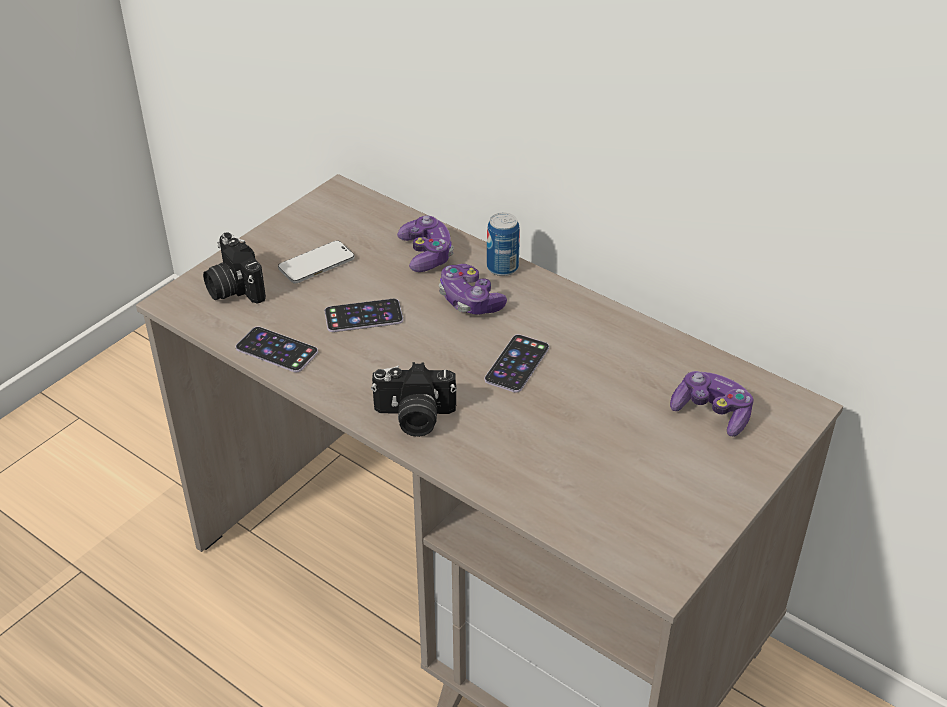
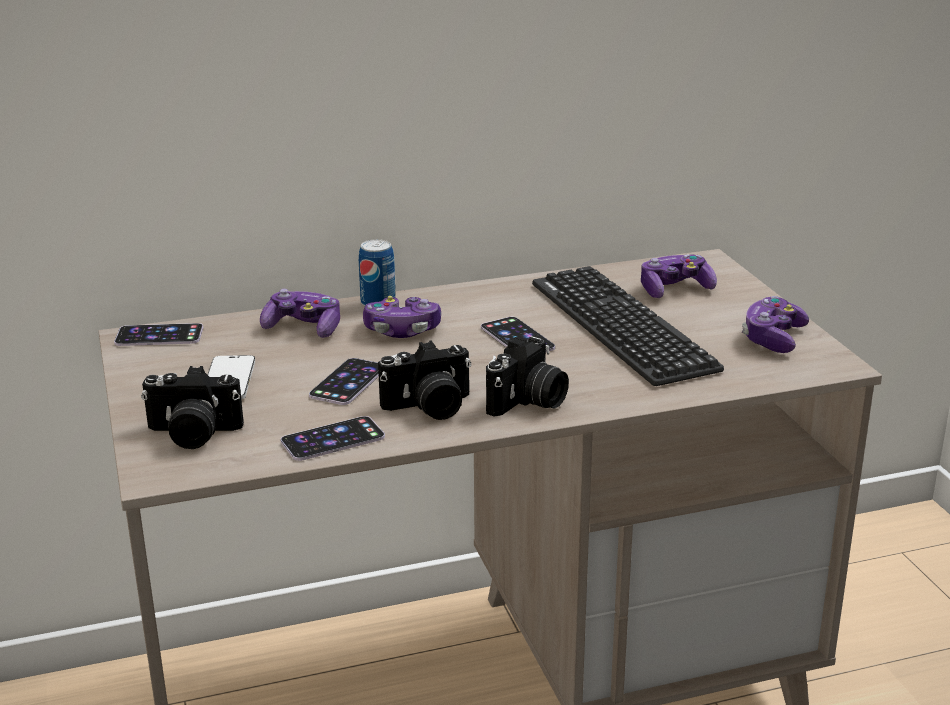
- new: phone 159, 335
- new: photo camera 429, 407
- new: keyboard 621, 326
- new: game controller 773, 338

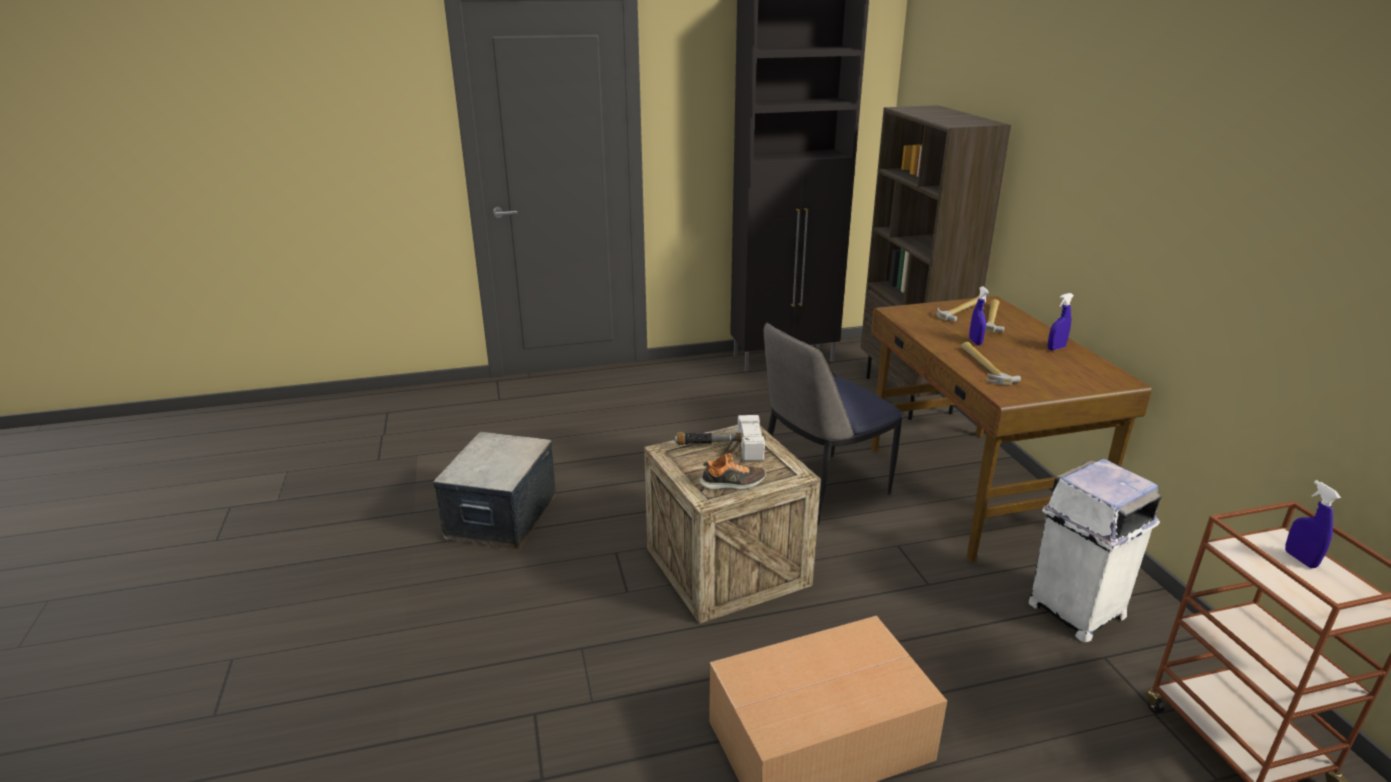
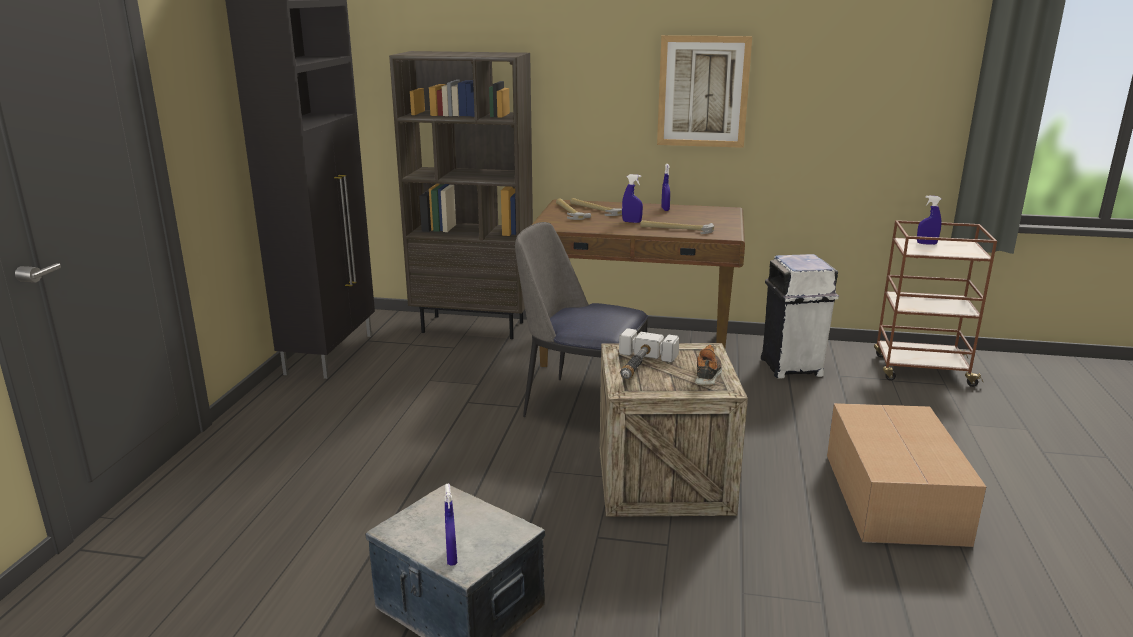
- new: spray bottle/blue 451, 557
- rotated: chair 820, 489 = 580, 405 120 degrees clockwise
- new: picture 703, 92

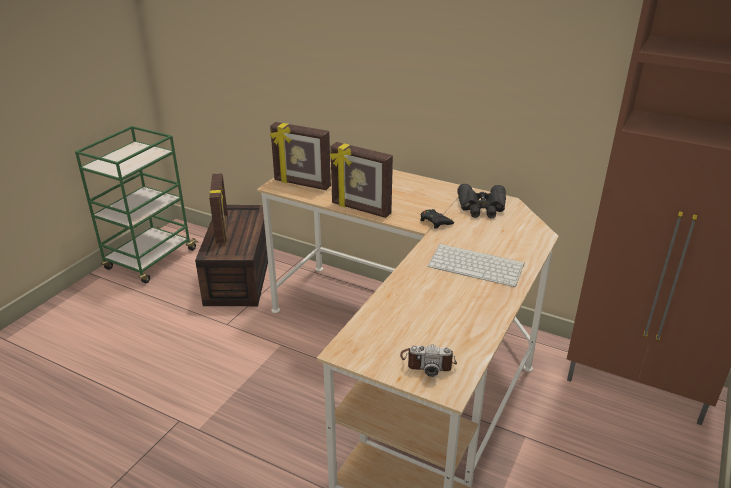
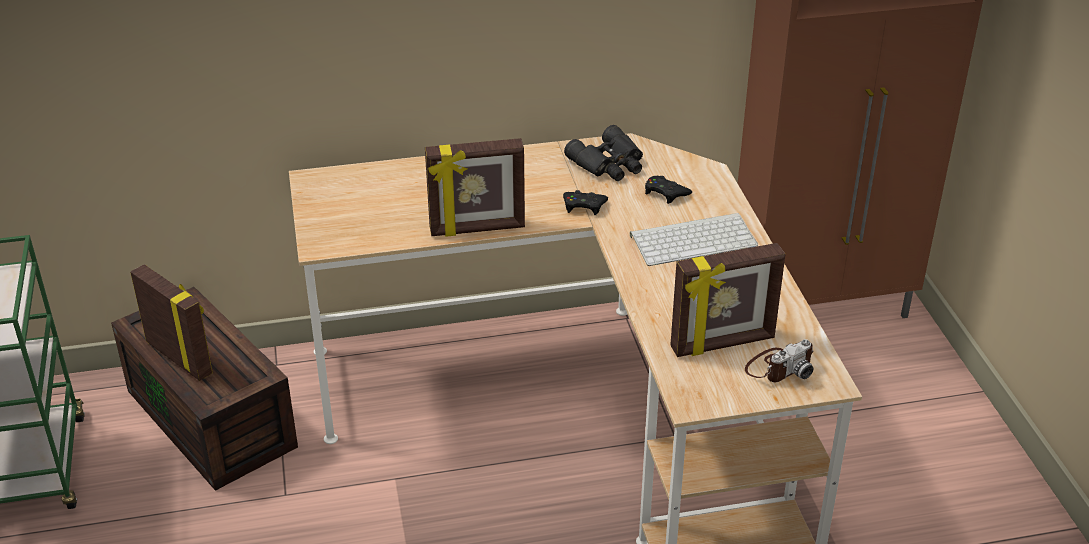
- new: game controller/black 665, 193
- shifted: picture frame 302, 184 to 723, 344

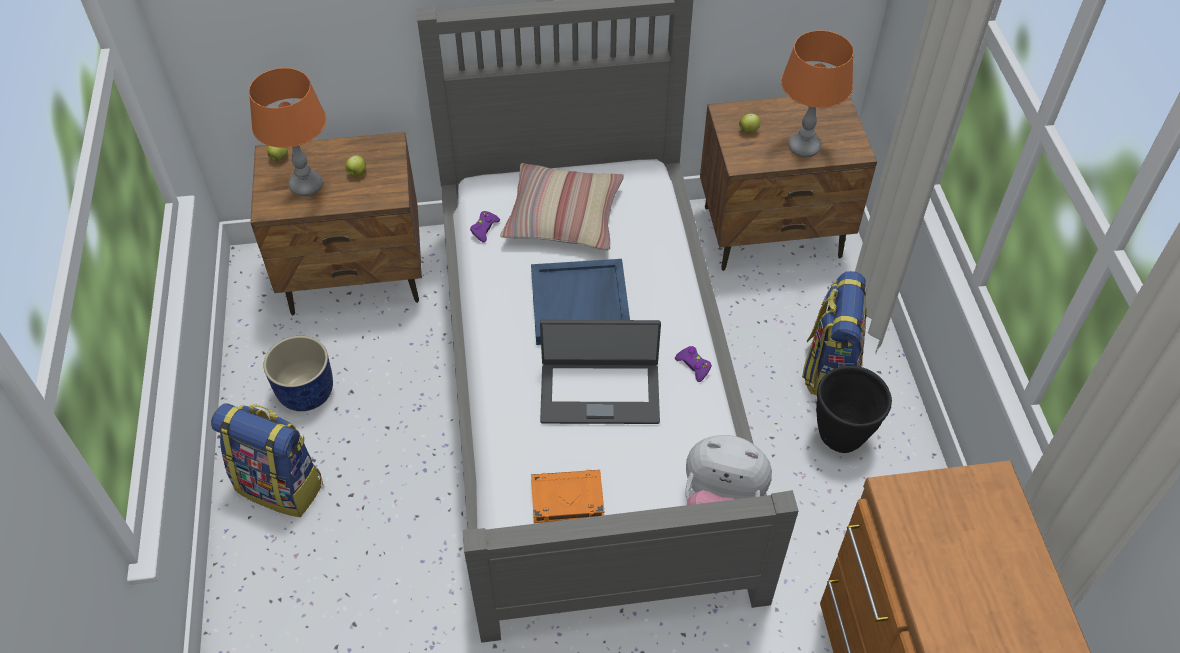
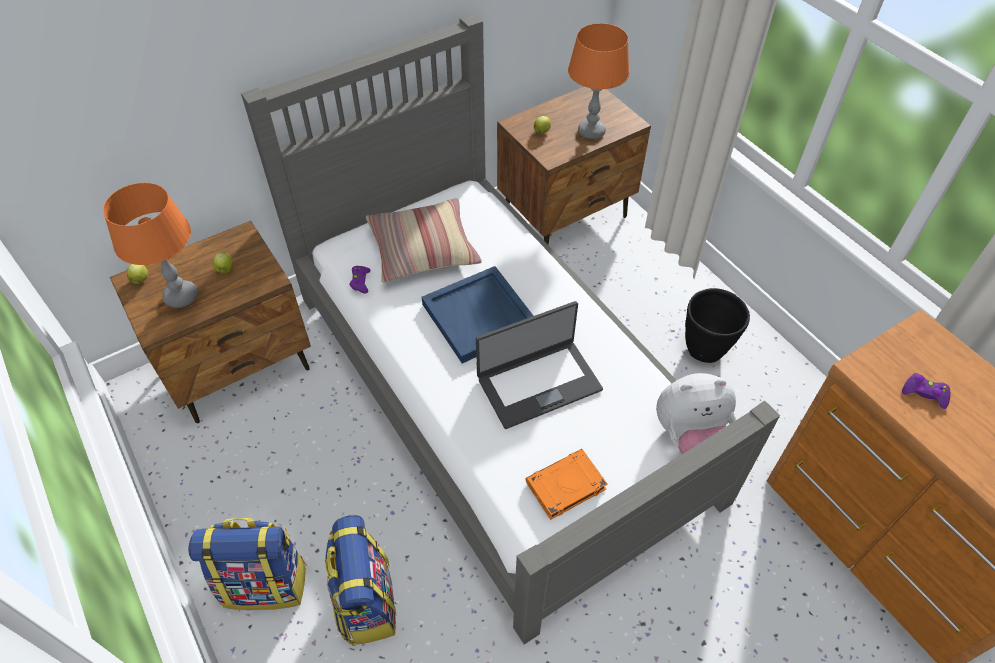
- shifted: backpack 830, 368 to 365, 601
- shifted: game controller/purple 693, 366 to 924, 393
- gone: planter/blue 306, 393

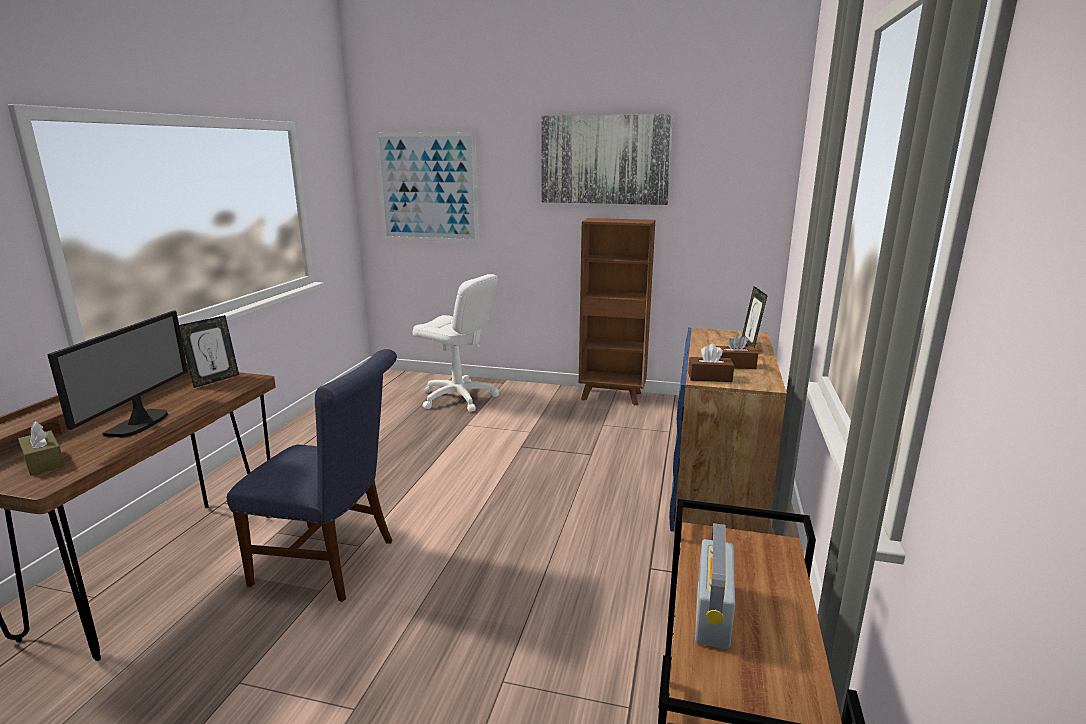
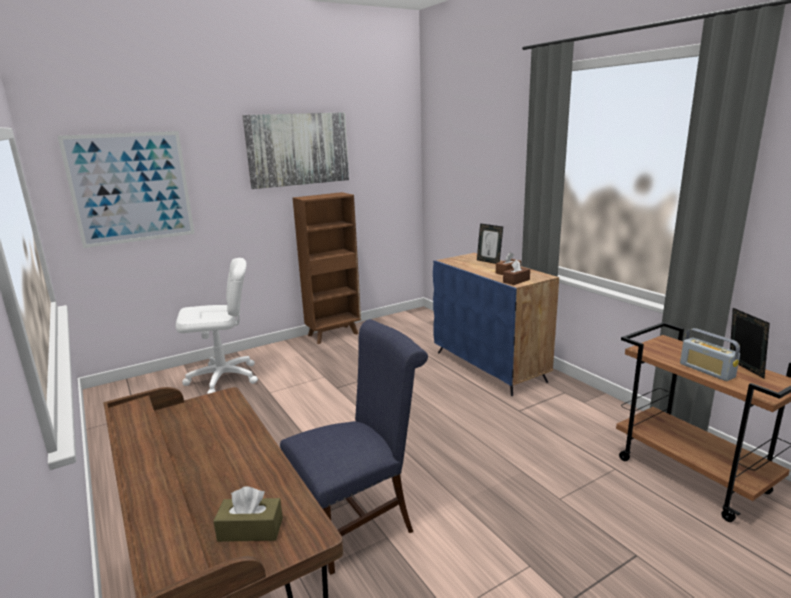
- shifted: picture frame 215, 380 to 742, 369
- gone: monitor 140, 424

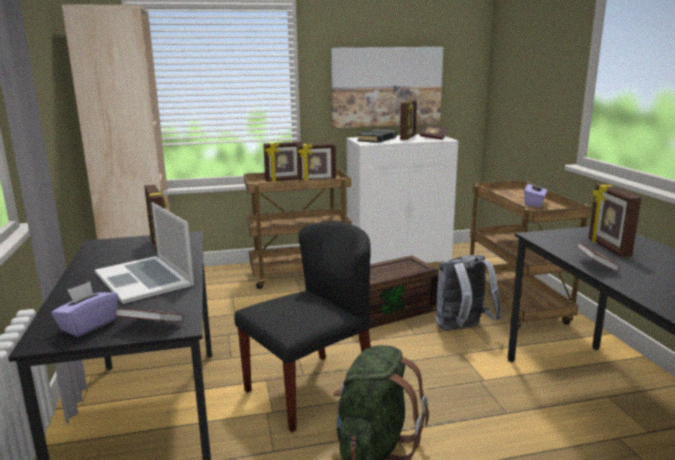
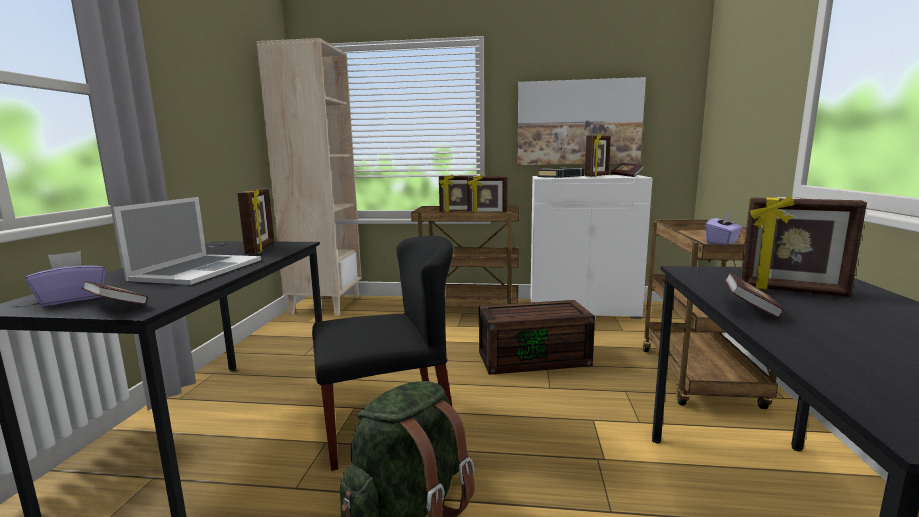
- rotated: laptop 144, 278 = 197, 269 150 degrees counterclockwise
- rotated: picture frame 607, 248 = 791, 291 75 degrees counterclockwise
- gone: backpack/grey 462, 329

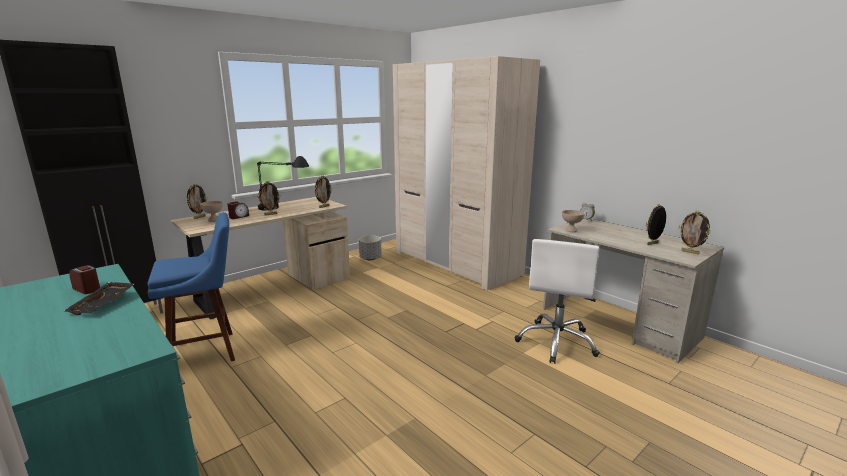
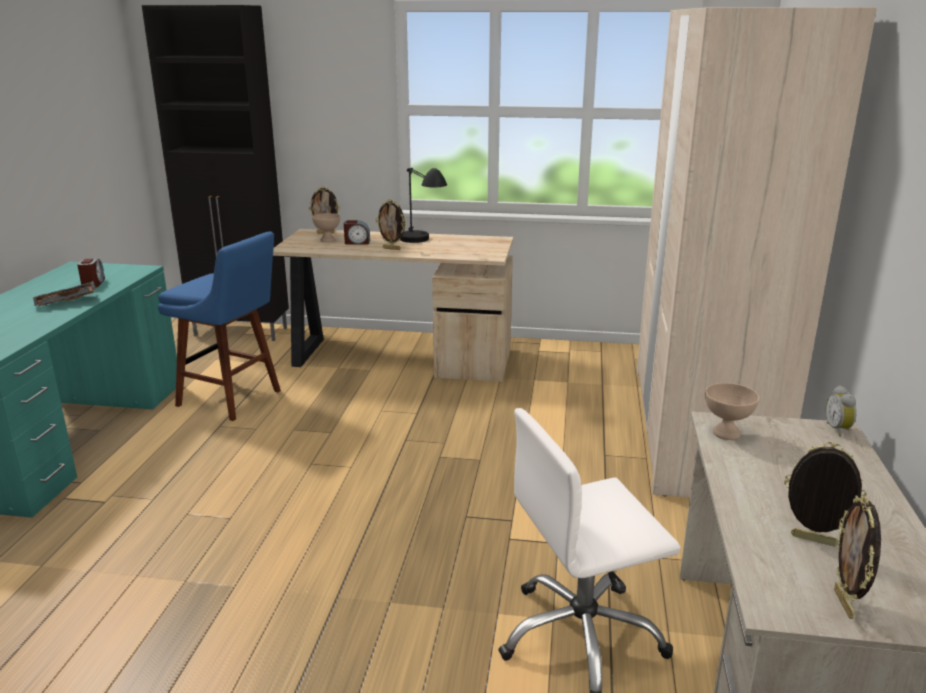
- gone: picture frame 324, 206
- gone: planter/grey 370, 258

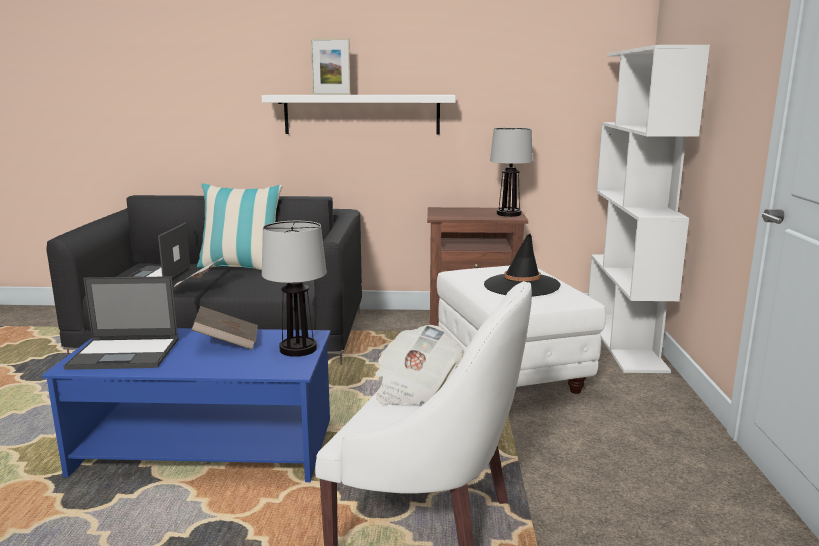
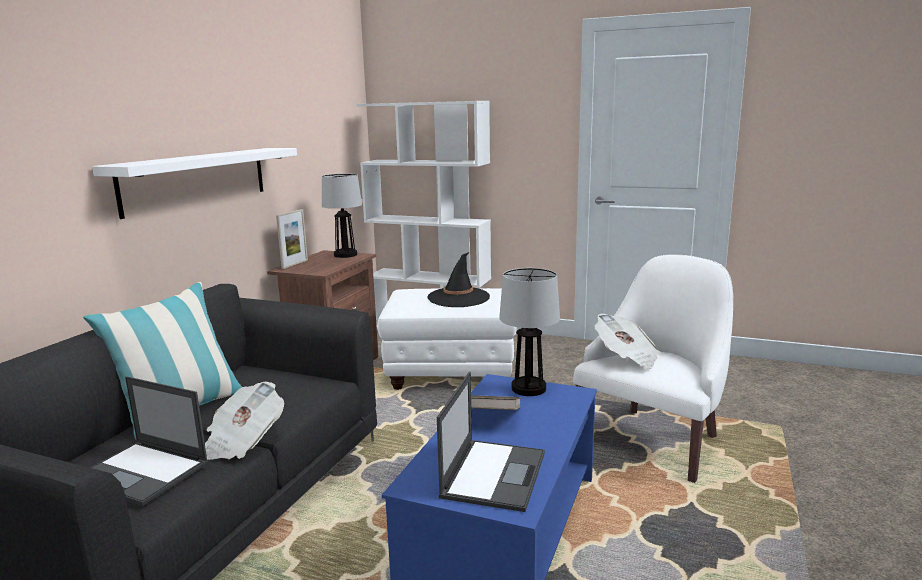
- shifted: picture frame 331, 94 to 295, 264

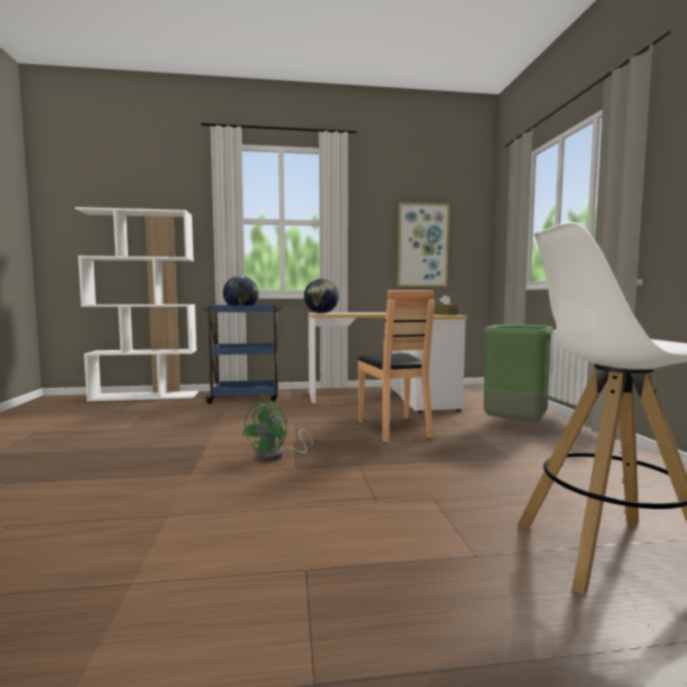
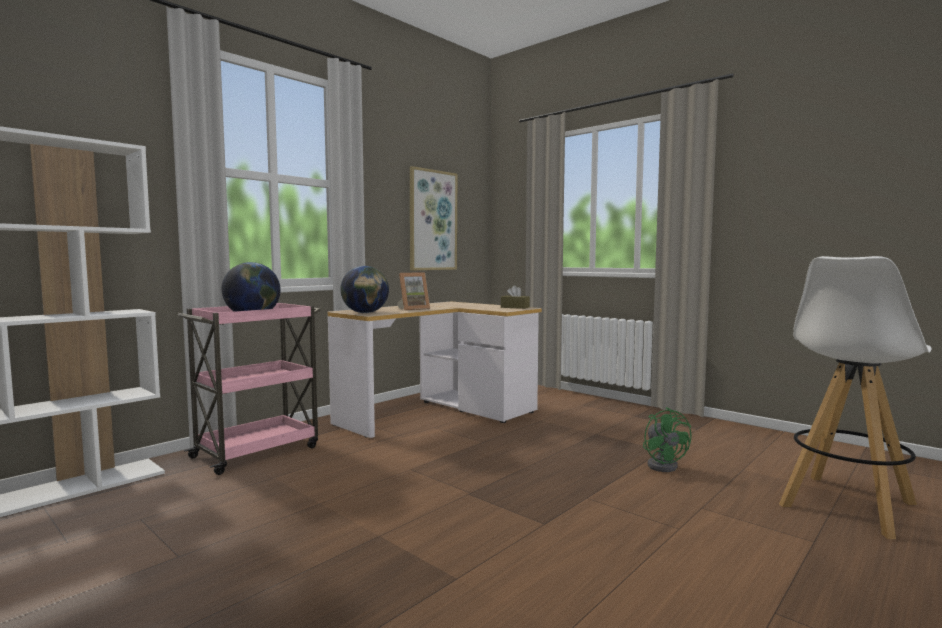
- repainted: cart/blue 246, 398 to cart/pink 258, 451
- new: picture frame 413, 309
- shifted: fan/green 276, 456 to 664, 465
- gone: chair/brown 394, 429
- gone: trash can/green 515, 425

